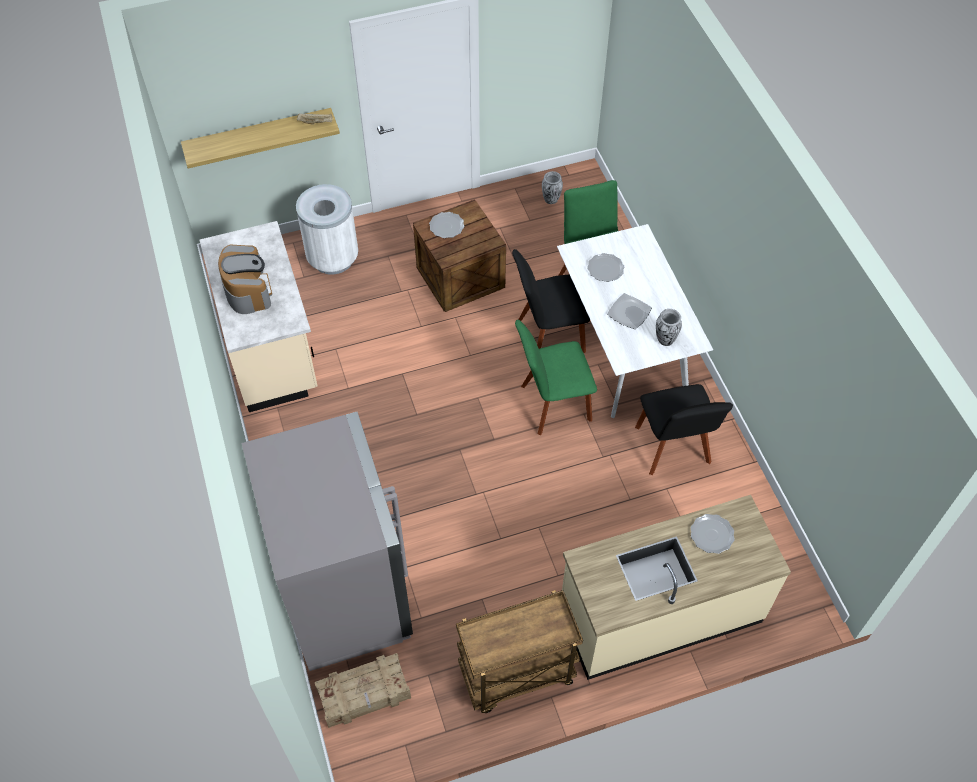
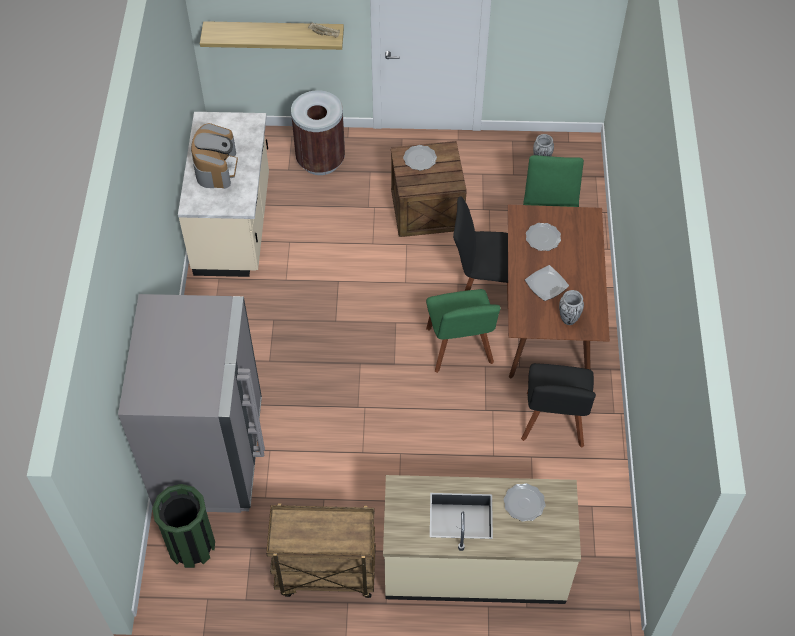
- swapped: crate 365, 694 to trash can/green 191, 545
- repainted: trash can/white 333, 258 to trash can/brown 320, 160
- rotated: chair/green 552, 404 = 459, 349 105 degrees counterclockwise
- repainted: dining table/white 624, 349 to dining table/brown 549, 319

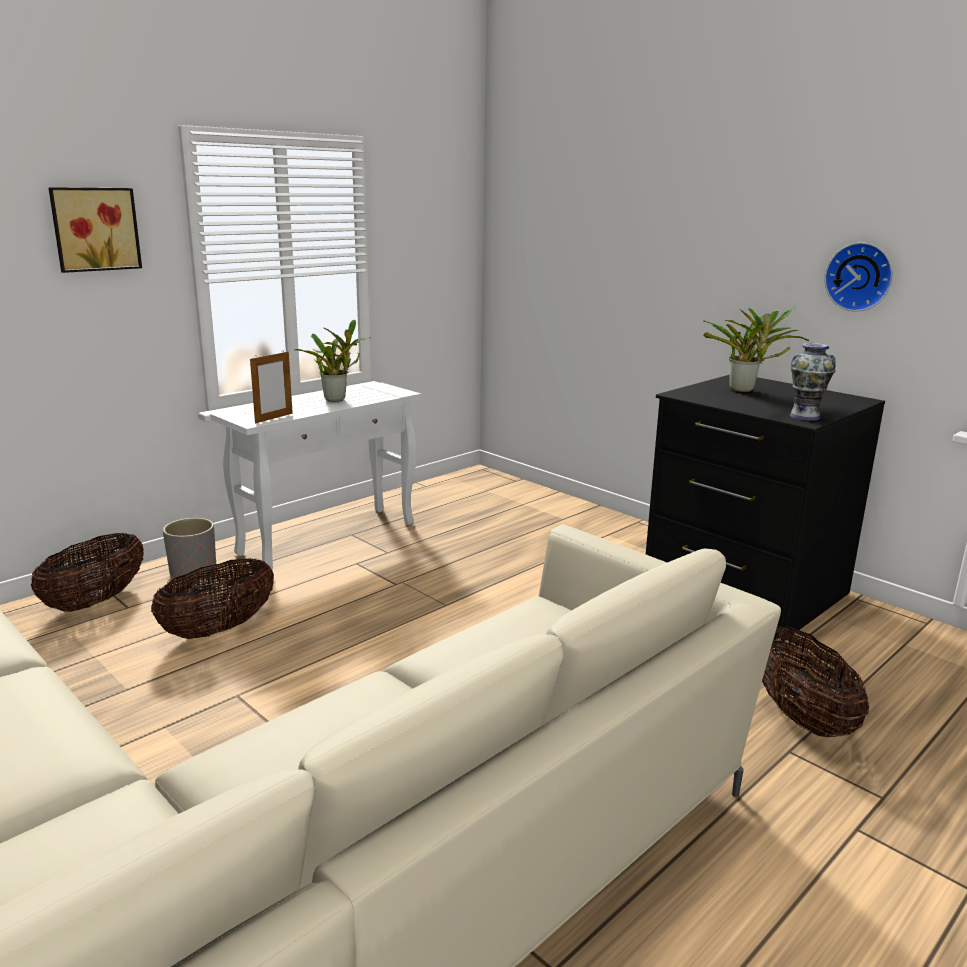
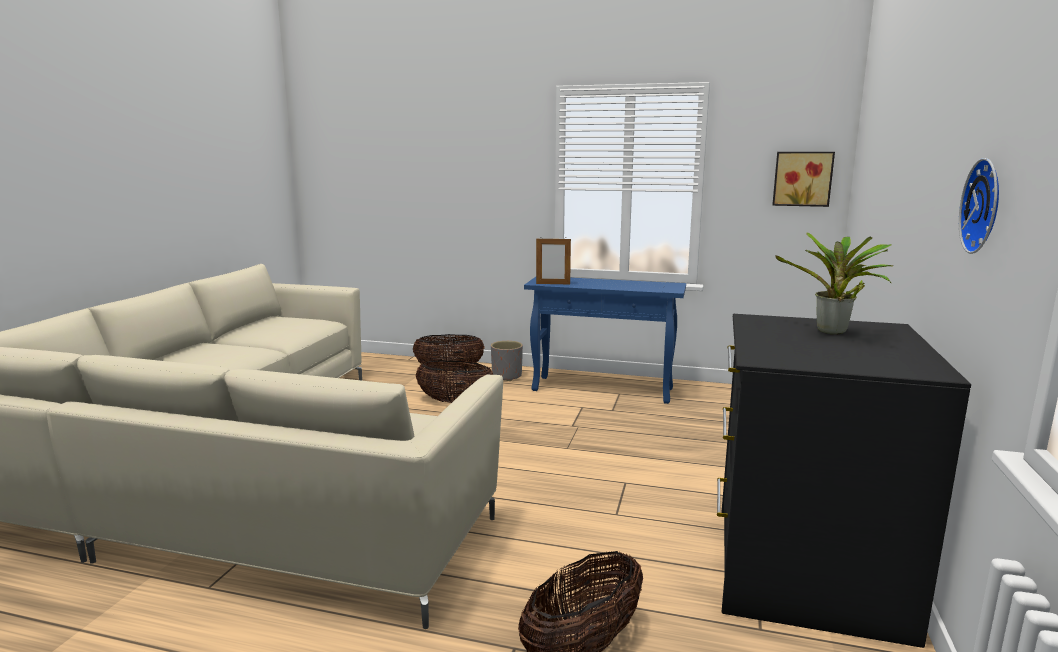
- repainted: console table/white 329, 537 to console table/blue 603, 389
- shifted: picture 95, 229 to 802, 178
- gone: potted plant 337, 399
- gone: vase 805, 416

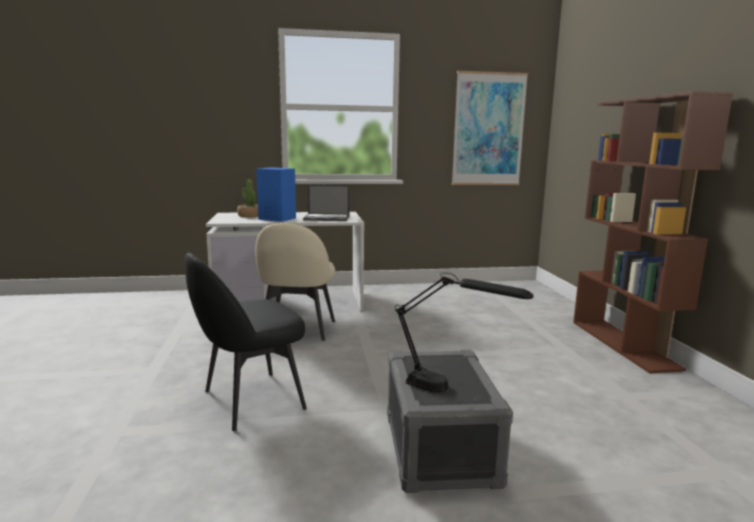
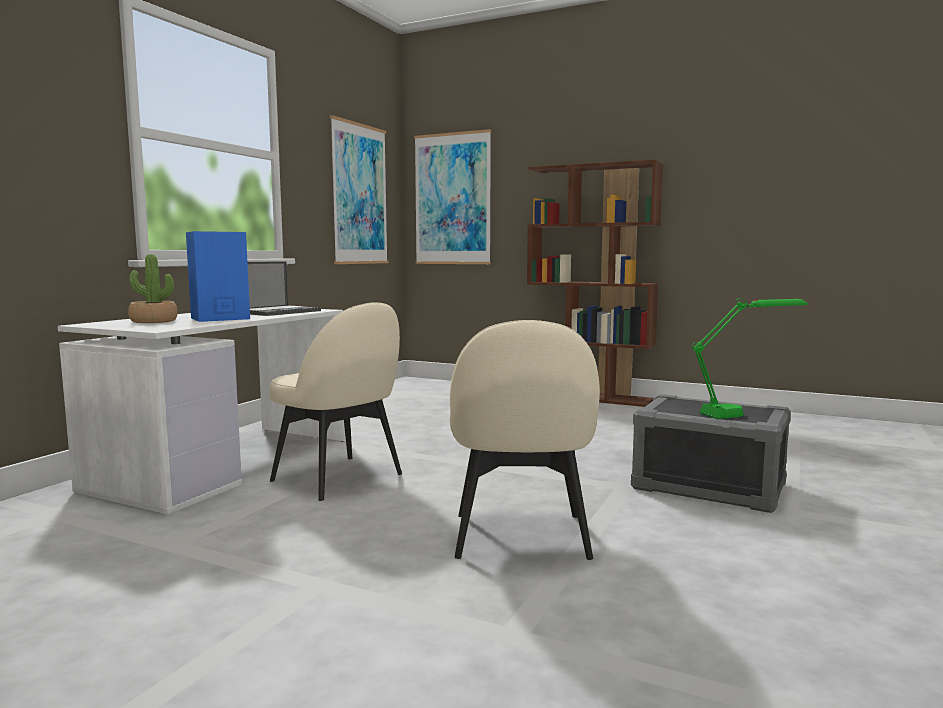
- new: picture 452, 199
- repainted: chair/black 250, 400 to chair/beige 520, 538
- repainted: table lamp/black 452, 391 to table lamp/green 745, 412

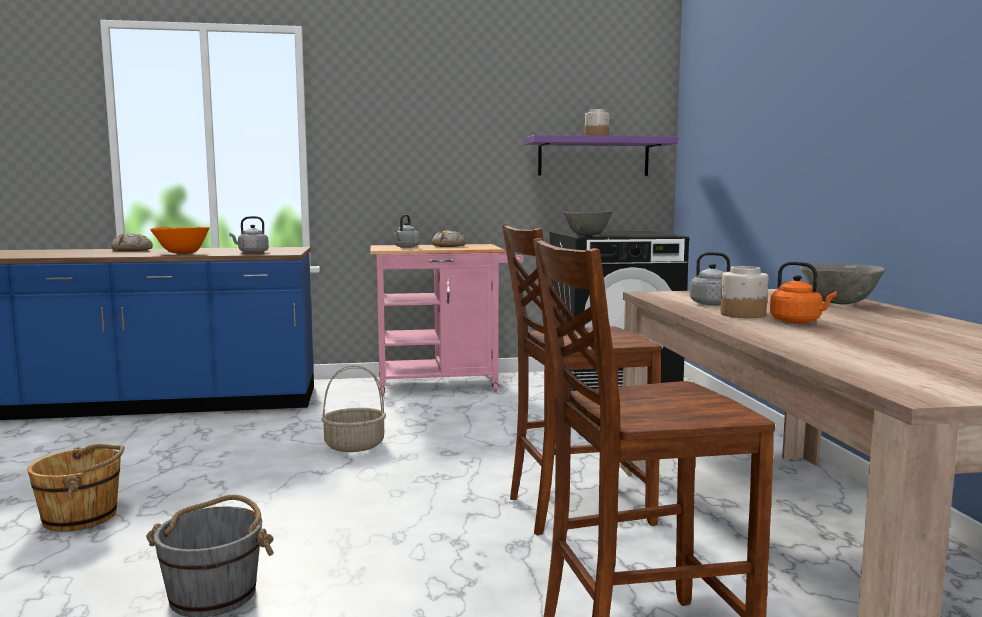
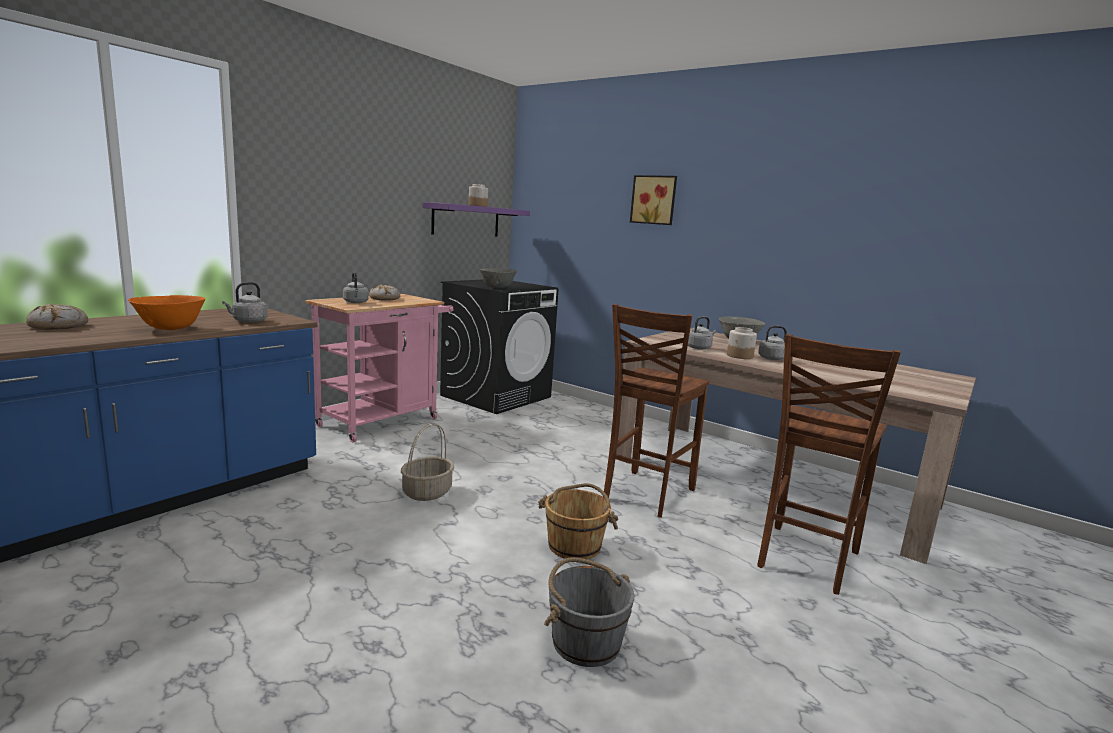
- shifted: bucket/brown 82, 517 to 575, 545
- new: picture 654, 200
- repainted: kettle/orange 798, 321 to kettle/grey 773, 358

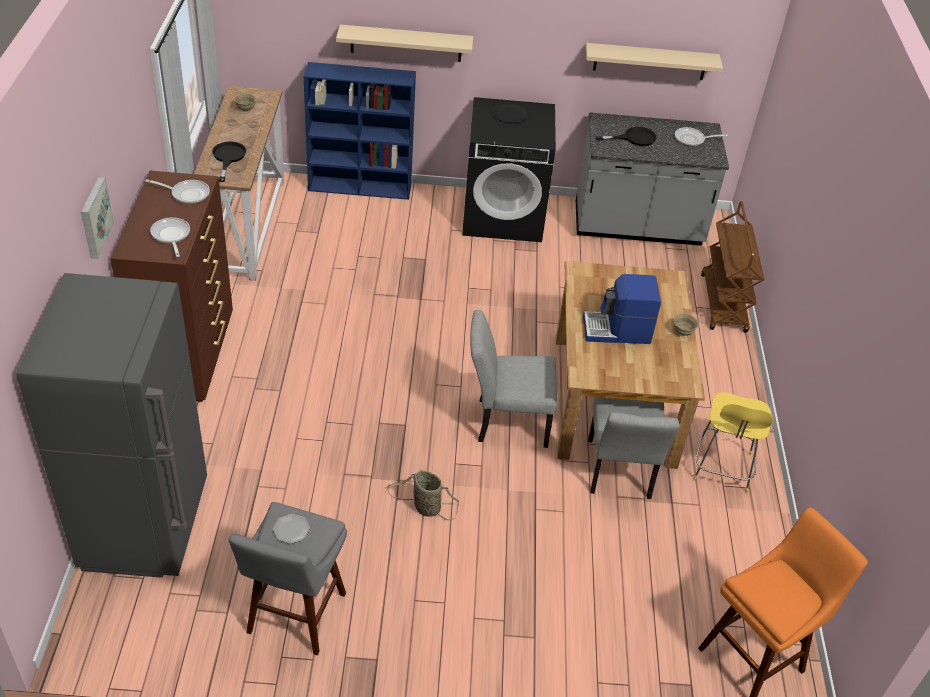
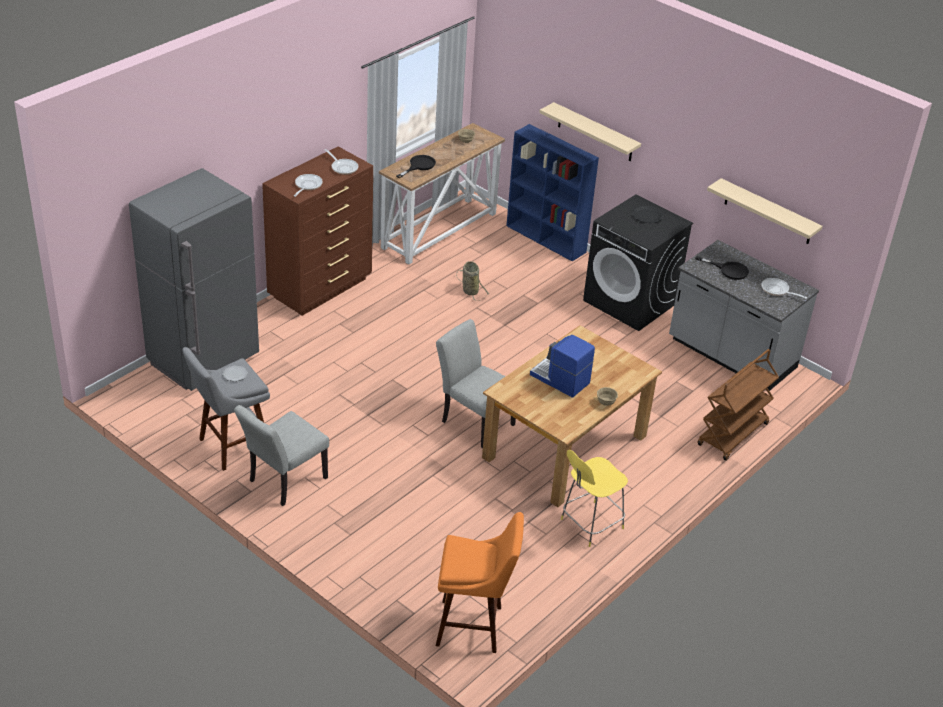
- shifted: chair/grey 619, 474 to 283, 482
- shifted: basket 424, 507 to 469, 290
- gone: picture 94, 217

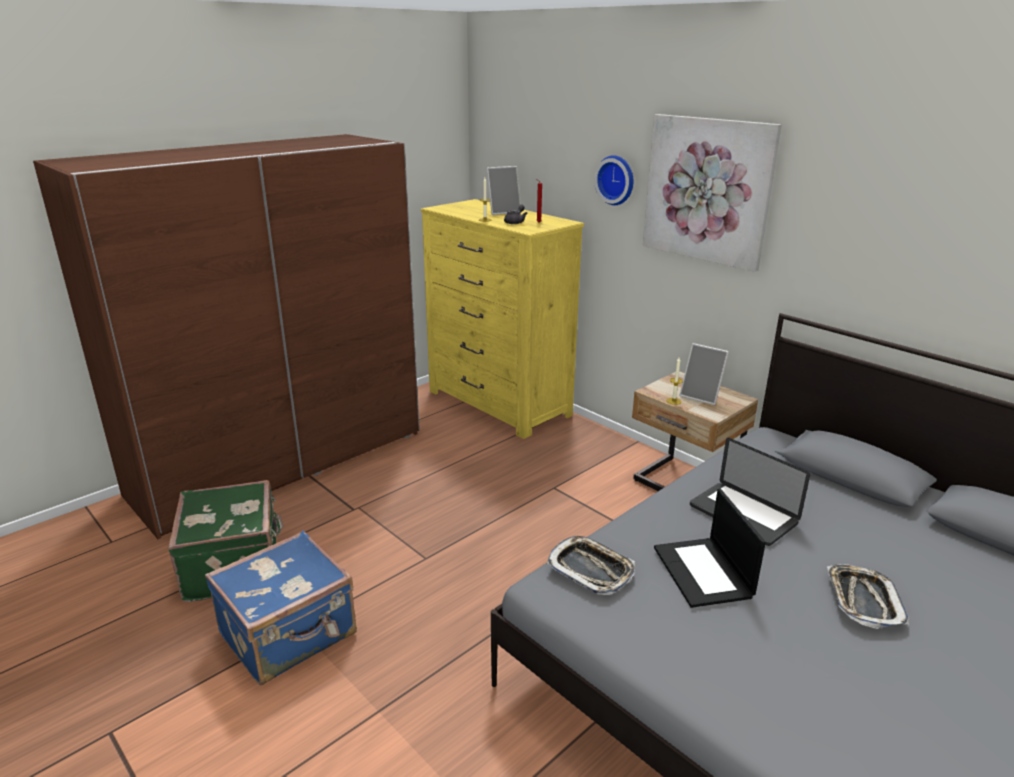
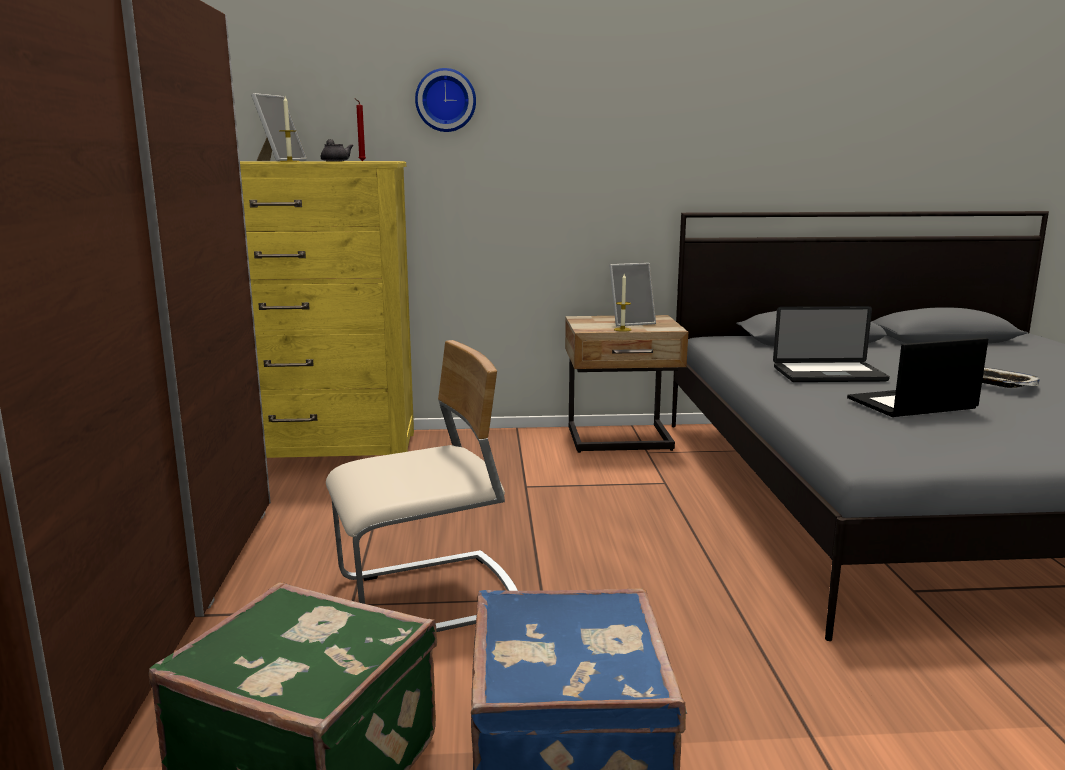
- new: chair/beige 429, 599
- rotated: laptop 704, 572 = 911, 404 135 degrees clockwise
- gone: tray 591, 569
- gone: picture 707, 190

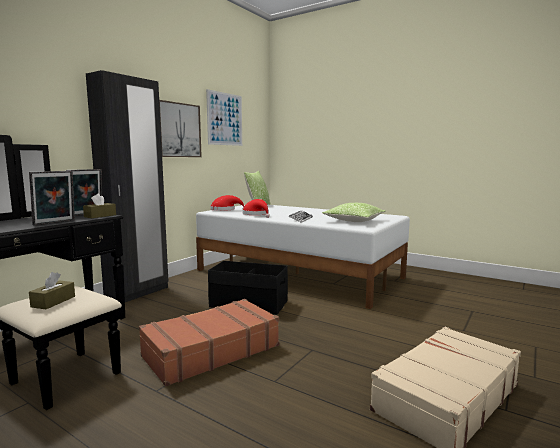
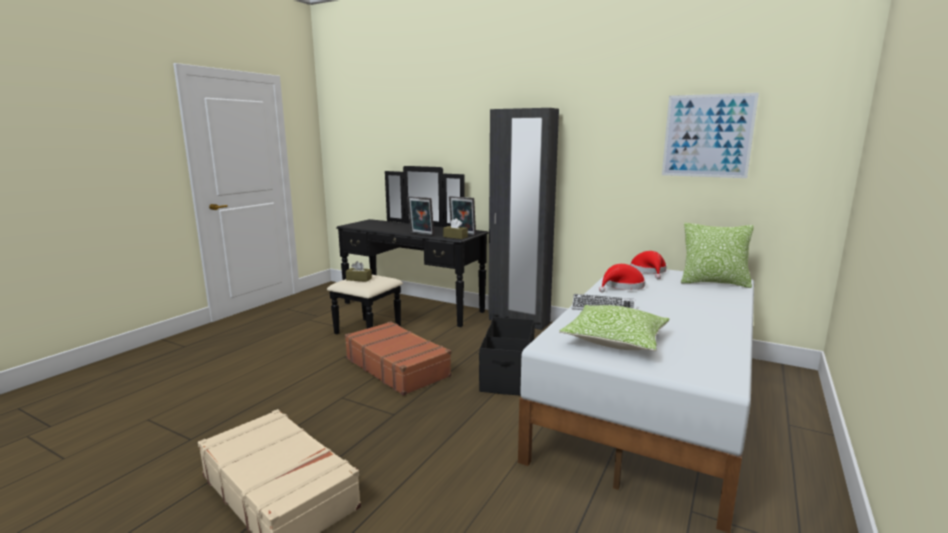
- gone: picture 178, 130

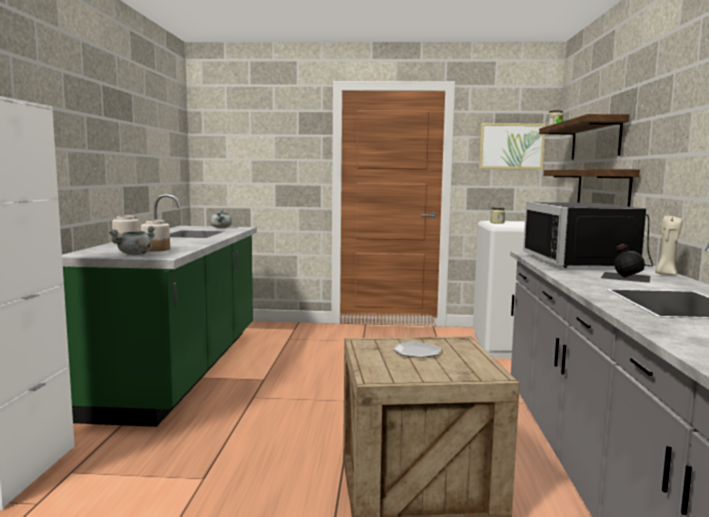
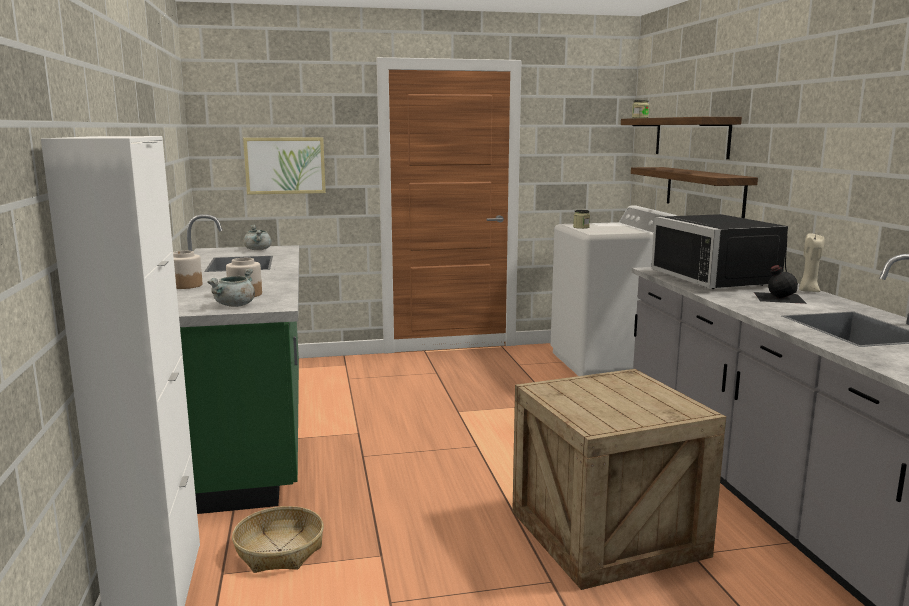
- new: basket 280, 550
- shifted: picture 511, 146 to 285, 165
- gone: plate 416, 352

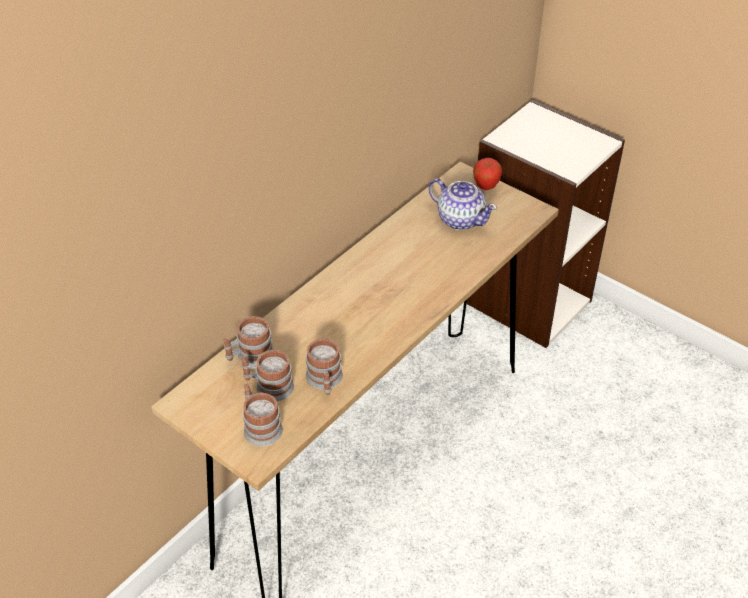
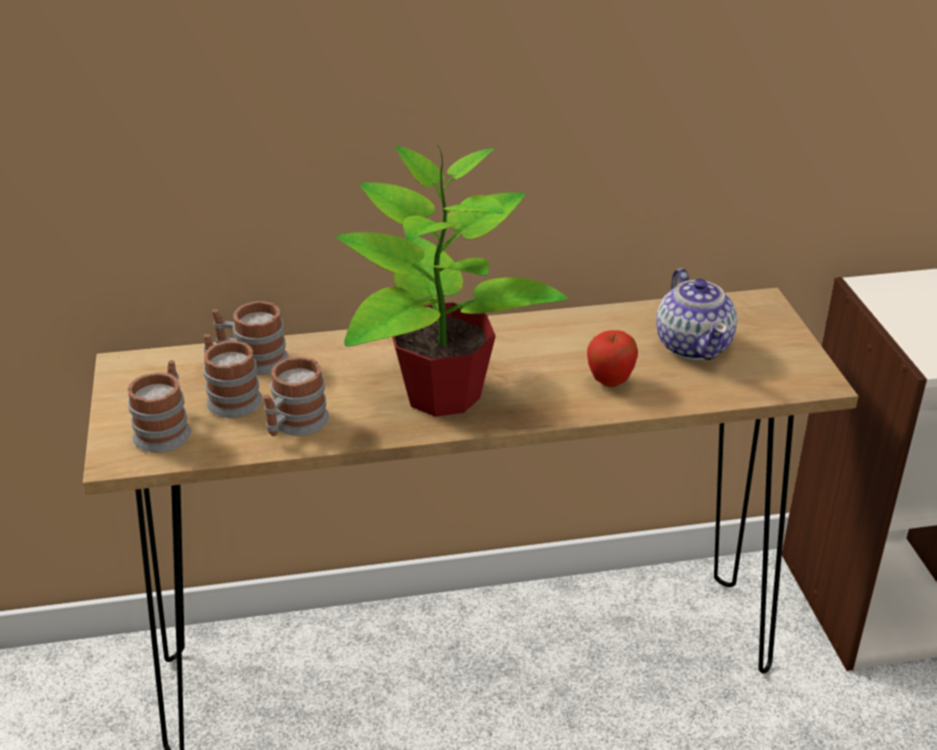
- new: potted plant 440, 394
- shifted: apple 486, 187 to 610, 382

